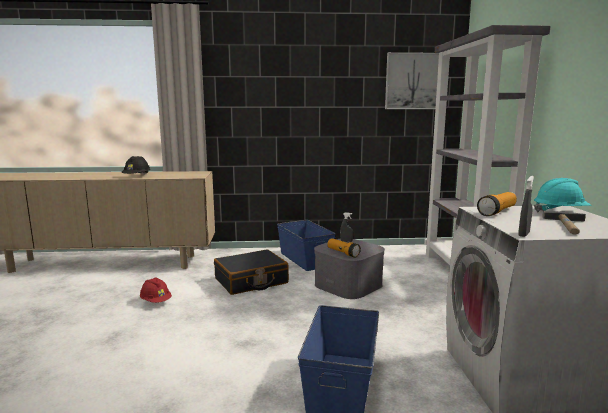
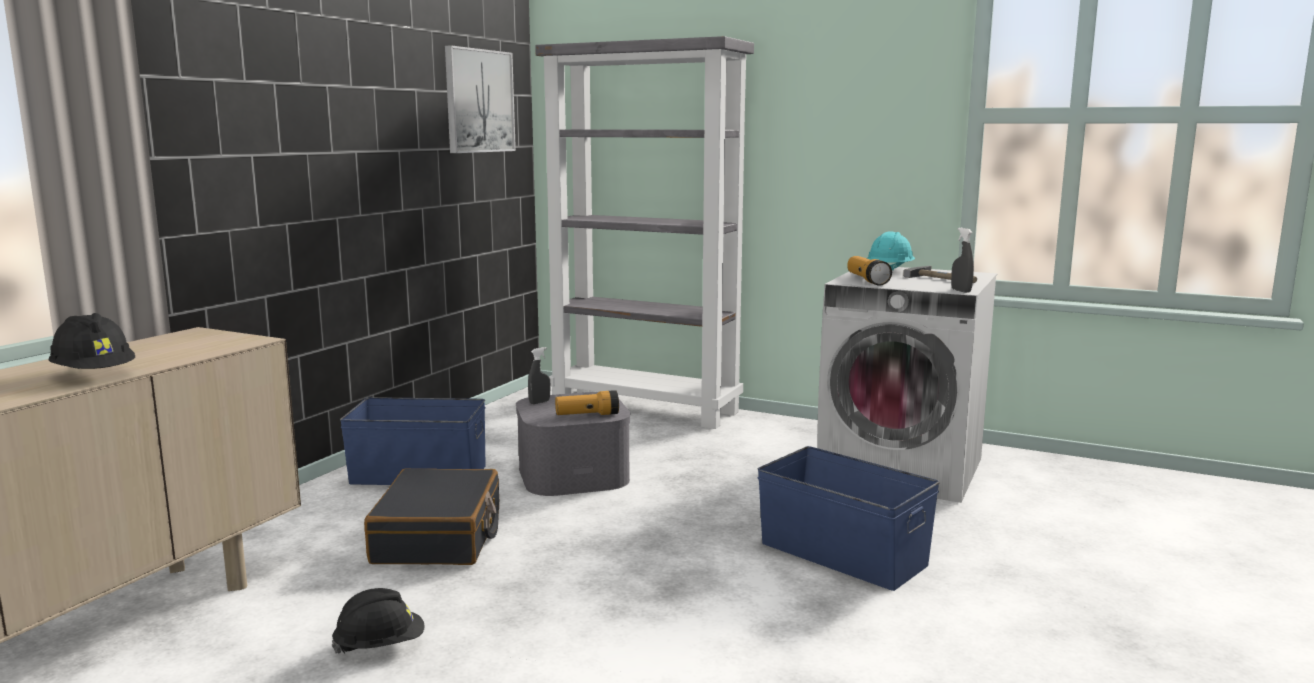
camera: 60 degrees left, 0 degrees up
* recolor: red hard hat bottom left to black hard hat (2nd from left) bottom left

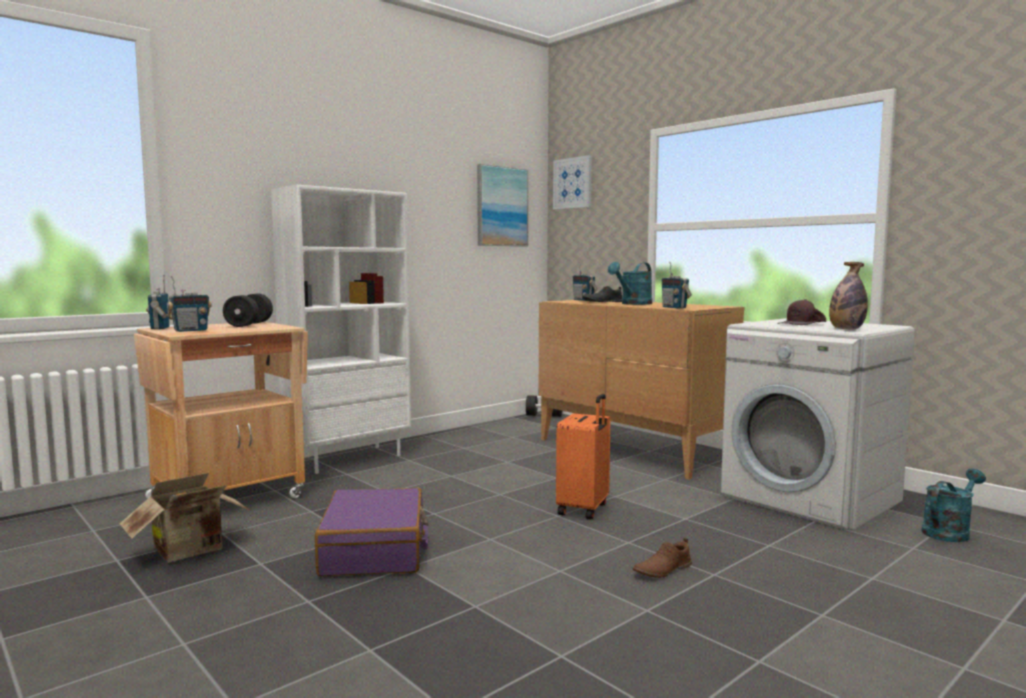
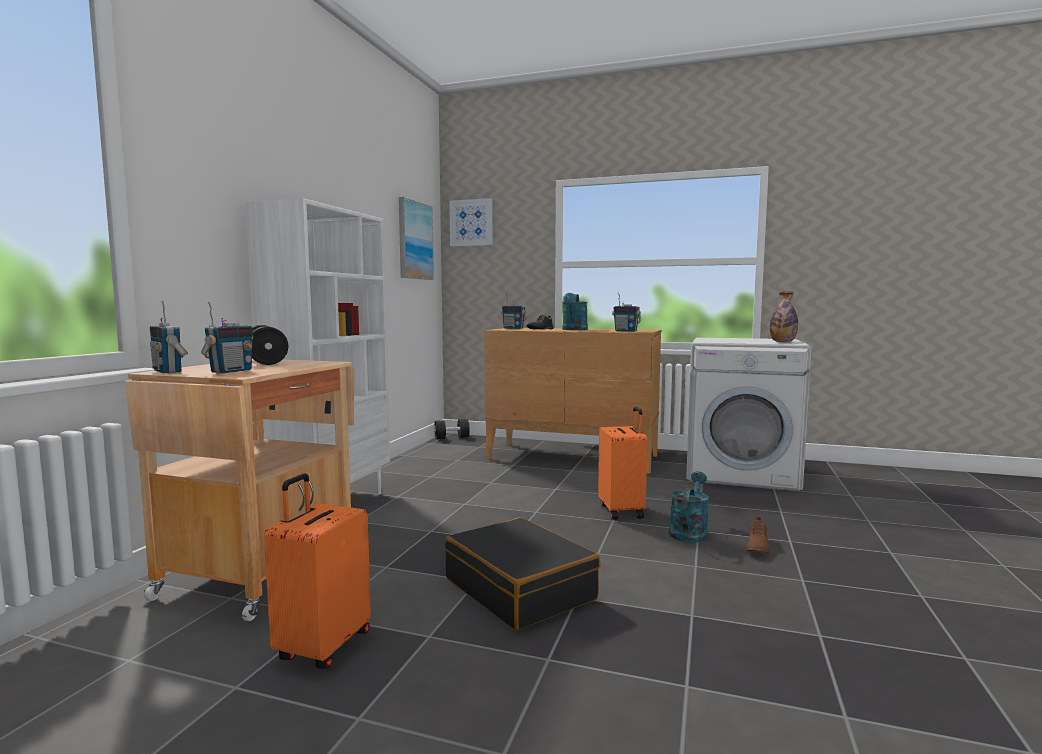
camera: 30 degrees left, 0 degrees up
* replace: cardboard box bottom left to orange suitcase (1st from left) bottom left
* recolor: purple suitcase bottom centre to black suitcase bottom centre
* move: turquoise watering can (2nd from left) bottom right to bottom centre
* delete: brown cap middle right

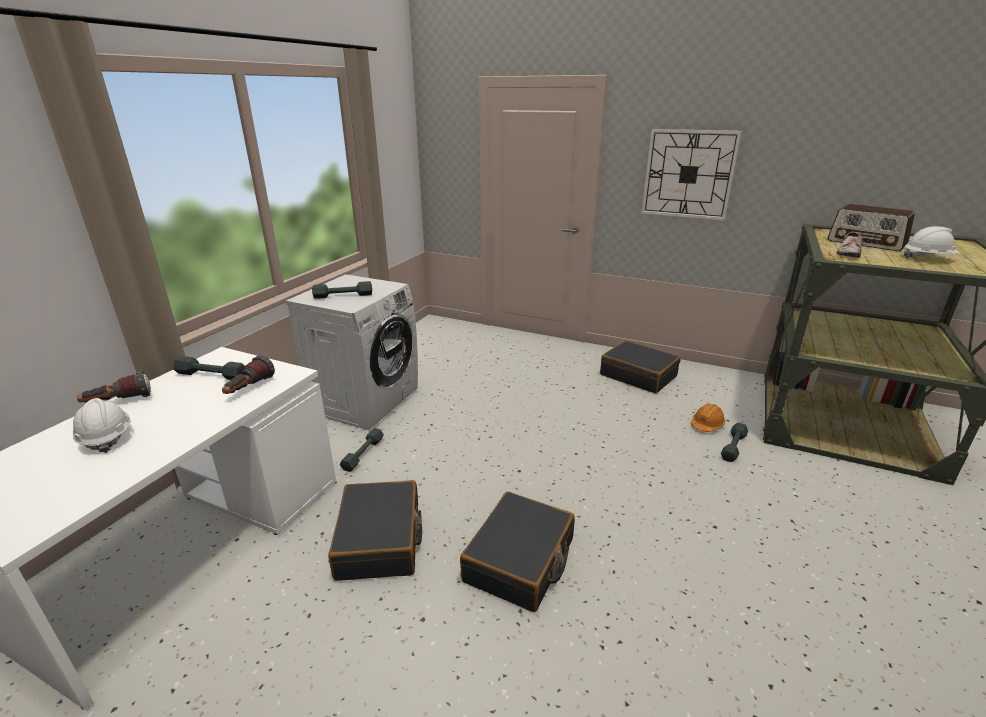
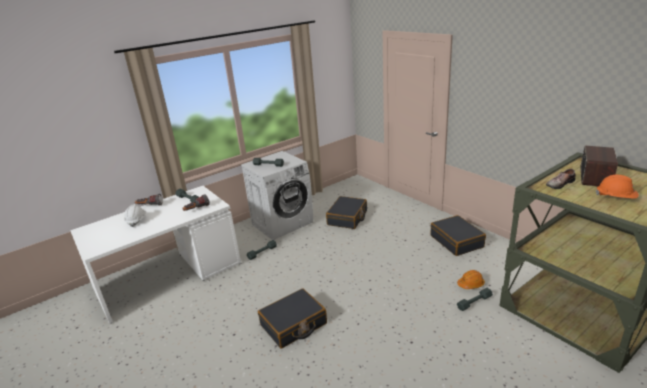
camera: 30 degrees right, 0 degrees up
* move: black suitcase (1st from left in the first image) bottom centre to black suitcase (2nd from left) centre
* rotate: radio top right = middle right 135 degrees counterclockwise
* recolor: white hard hat (2nd from left) middle right to orange hard hat (2nd from left) middle right
* delete: wall clock top right

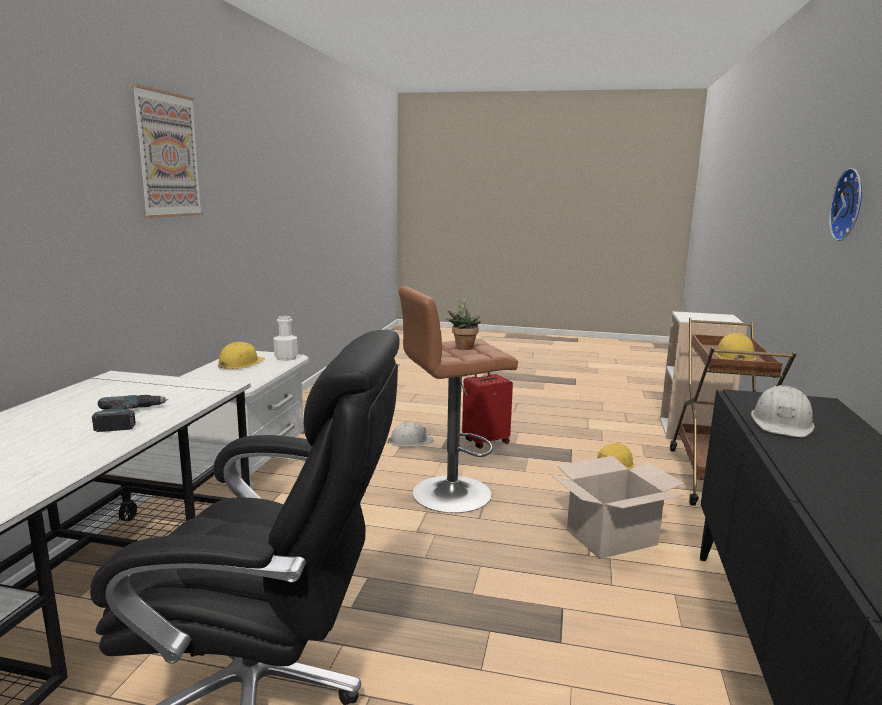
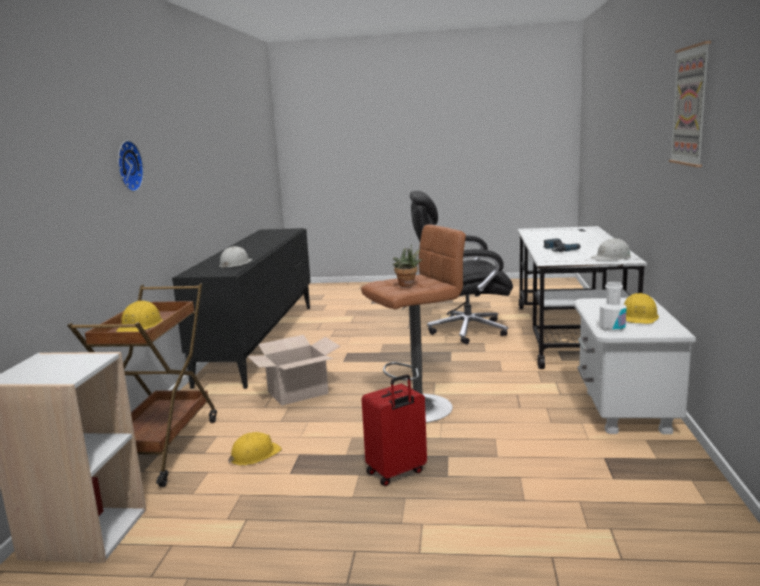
camera: 175 degrees right, 0 degrees up
* move: white hard hat (1st from left in the first image) centre to white hard hat (2nd from left) middle right

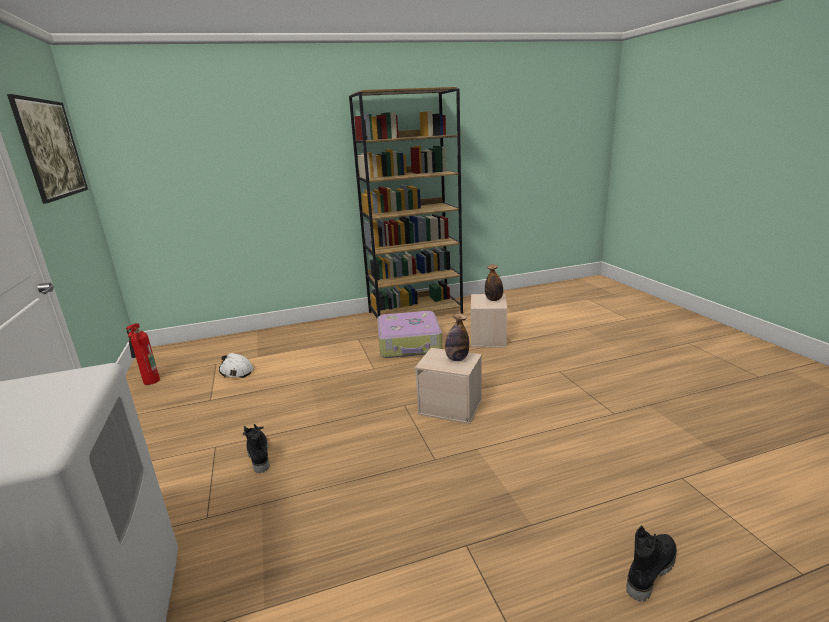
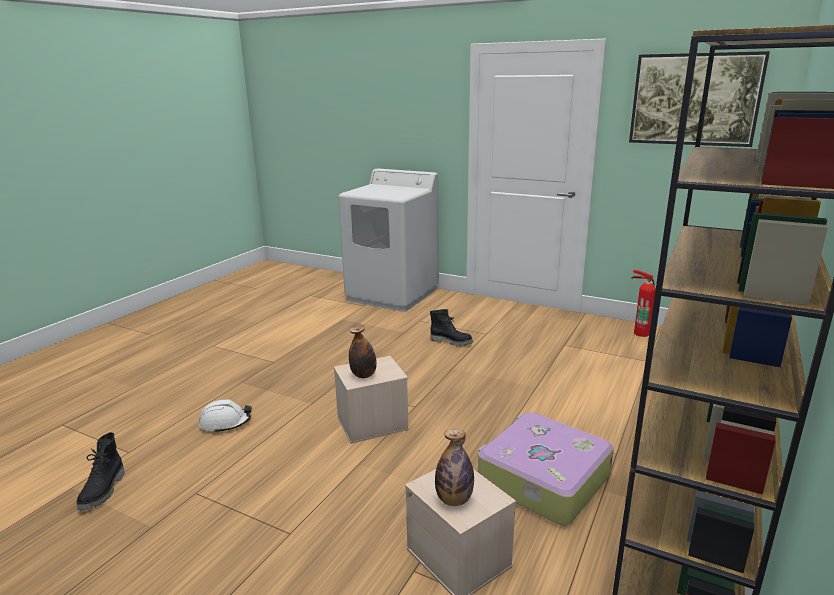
camera: 135 degrees right, 0 degrees up
* move: black boot (2nd from left in the first image) bottom right to black boot (1st from left) bottom left
* move: white hard hat middle left to bottom left

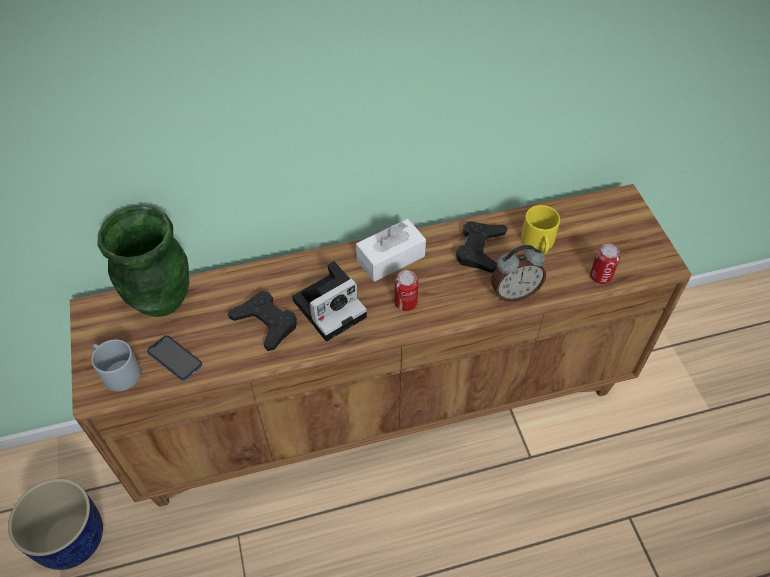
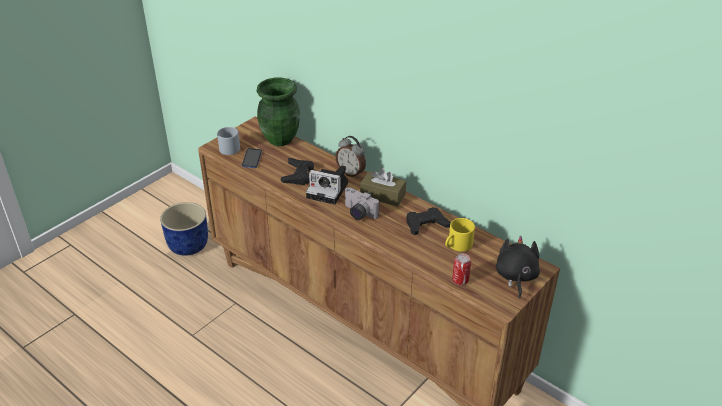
camera: 55 degrees right, 15 degrees down
* move: alarm clock middle right to centre
* replace: can (1st from left) centre to photo camera (2nd from left) centre
* recolor: white tissue box centre to brown tissue box centre
* insert: black plush toy middle right

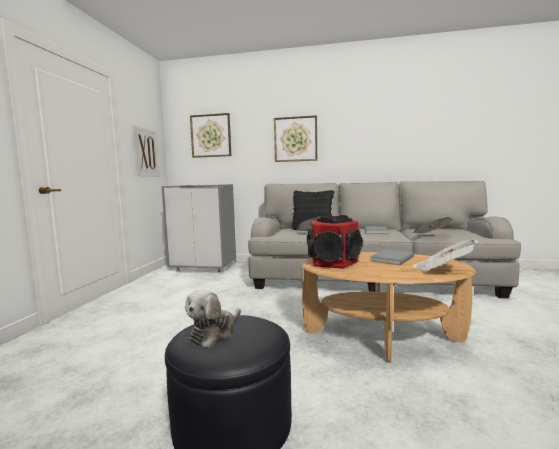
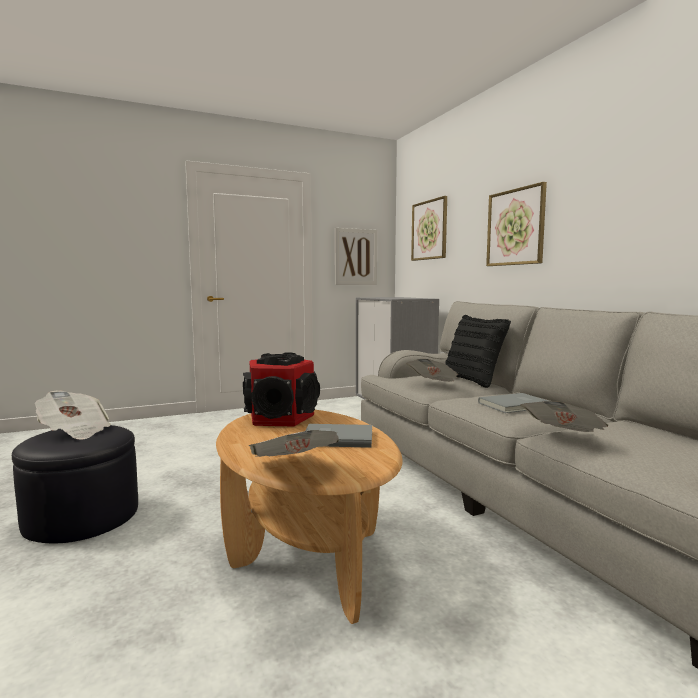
camera: 55 degrees right, 0 degrees up
* replace: plush toy bottom centre to newspaper (1st from left) middle left

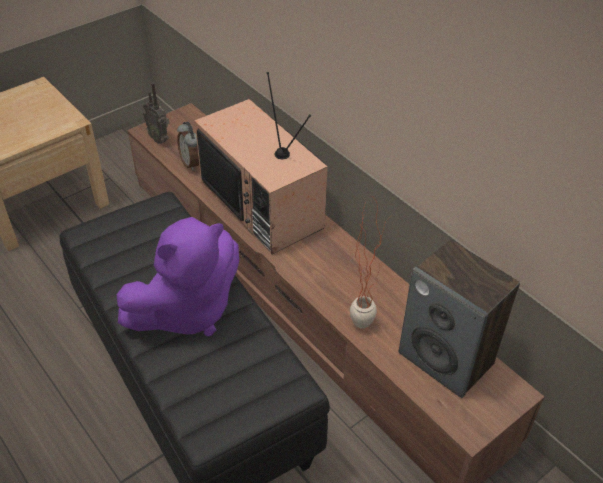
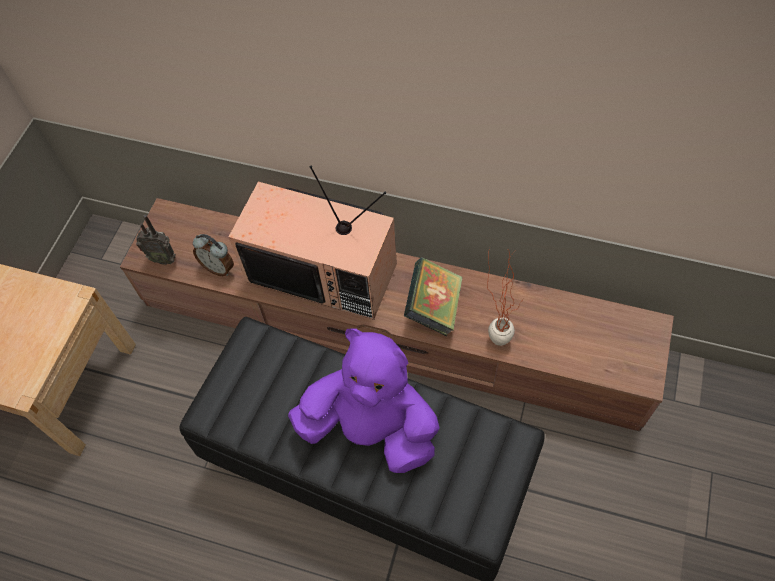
camera: 30 degrees left, 15 degrees up
* rotate: purple plush toy middle left = bottom centre 90 degrees counterclockwise
* insert: book centre
* delete: speaker middle right

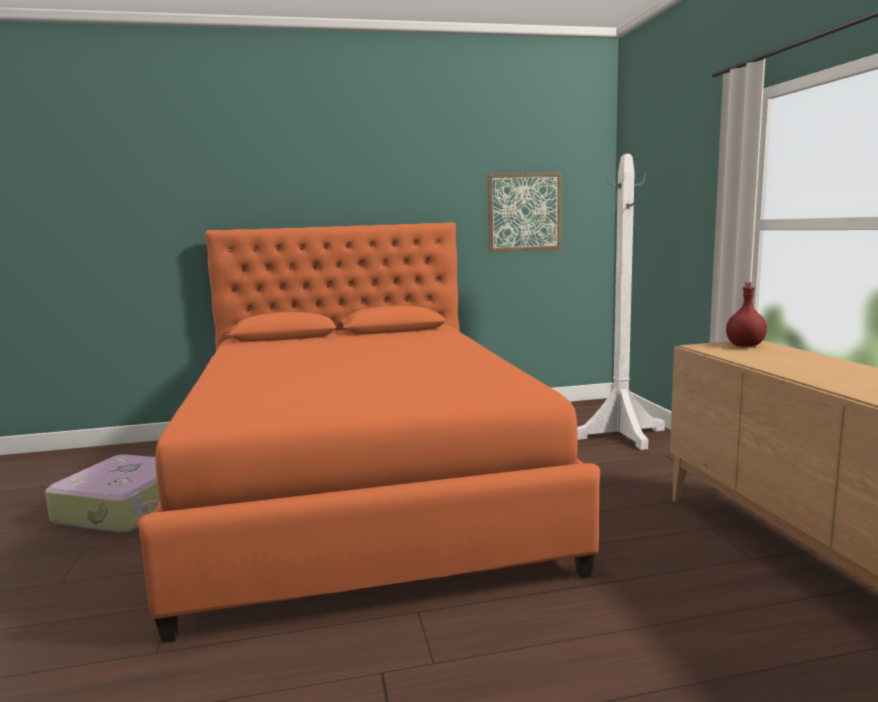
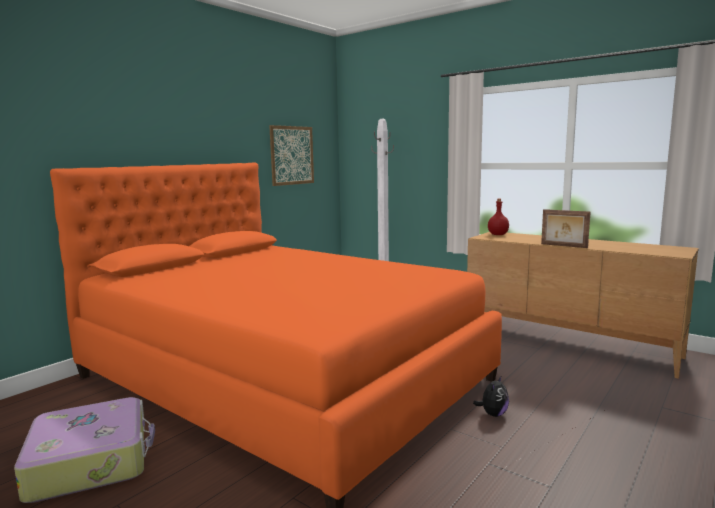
camera: 40 degrees left, 0 degrees up
* insert: plush toy bottom right
* insert: picture frame middle right

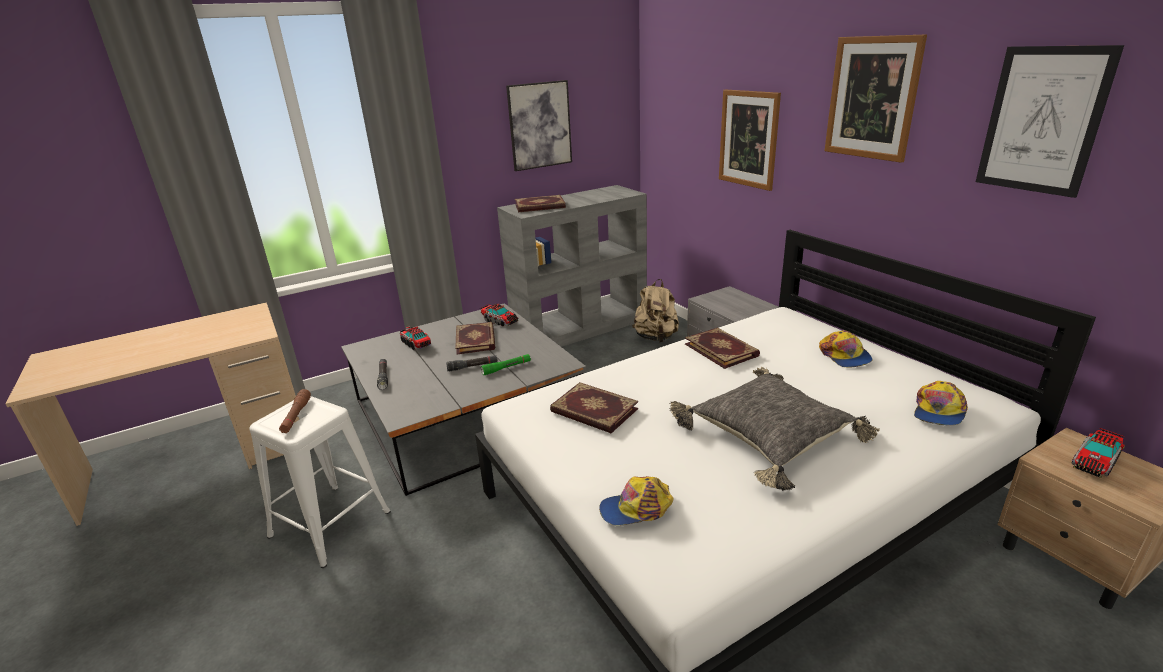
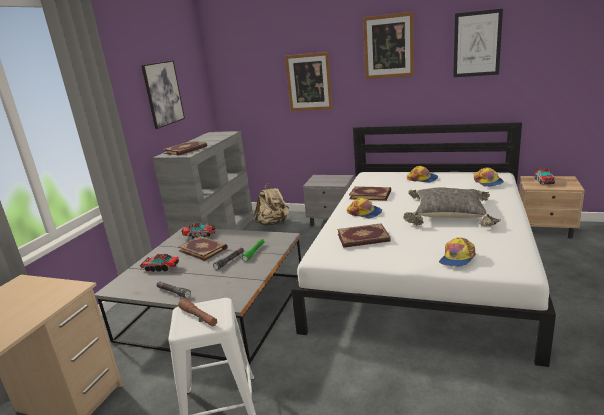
camera: 40 degrees left, 5 degrees down
* insert: cap (1st from left) centre

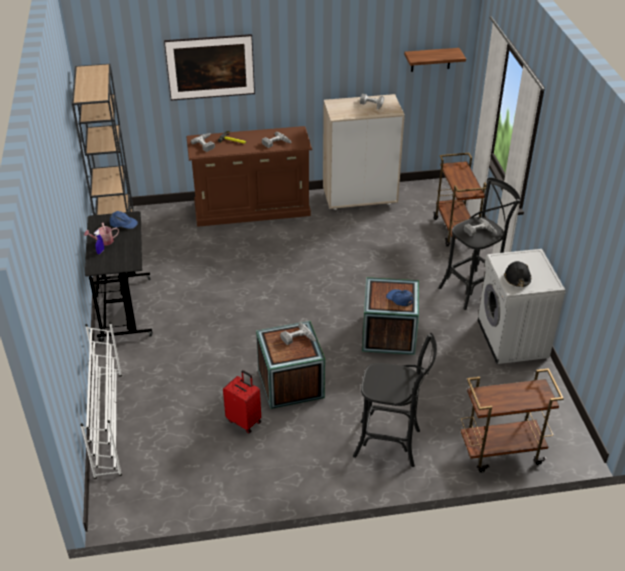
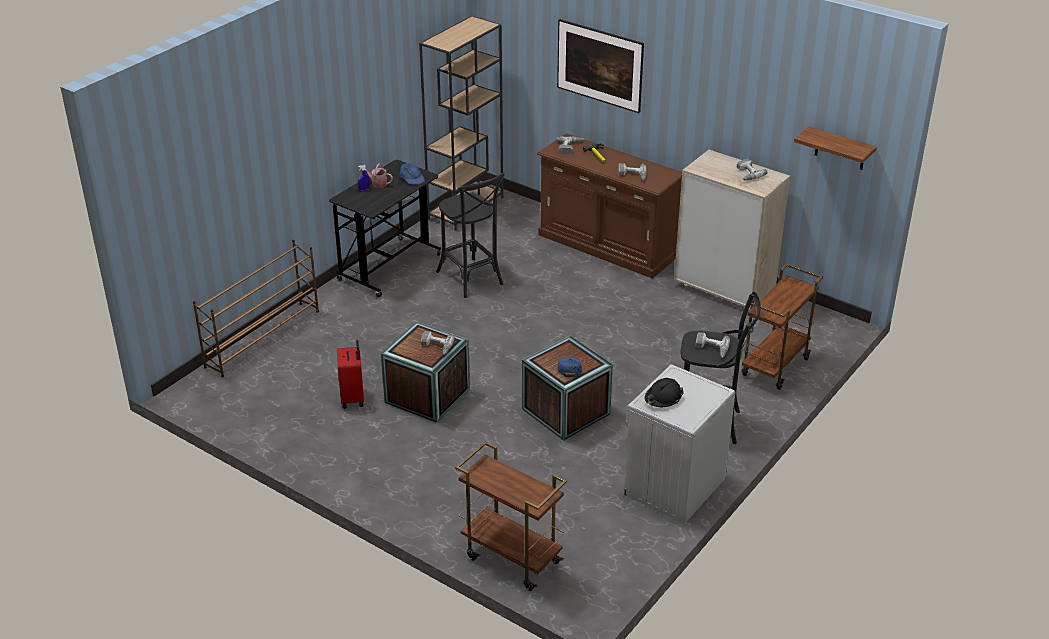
camera: 45 degrees right, 5 degrees down
* recolor: white shoe rack bottom left to brown shoe rack middle left
* move: black stool (1st from left) bottom centre to centre

